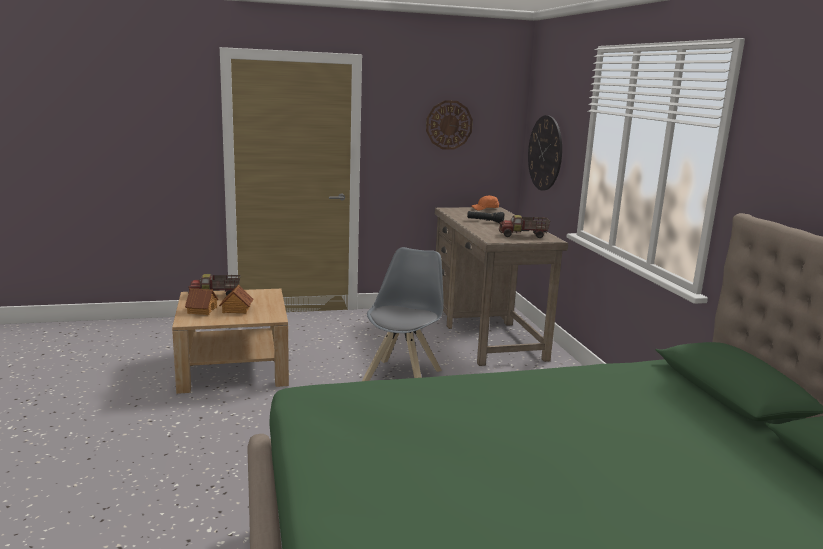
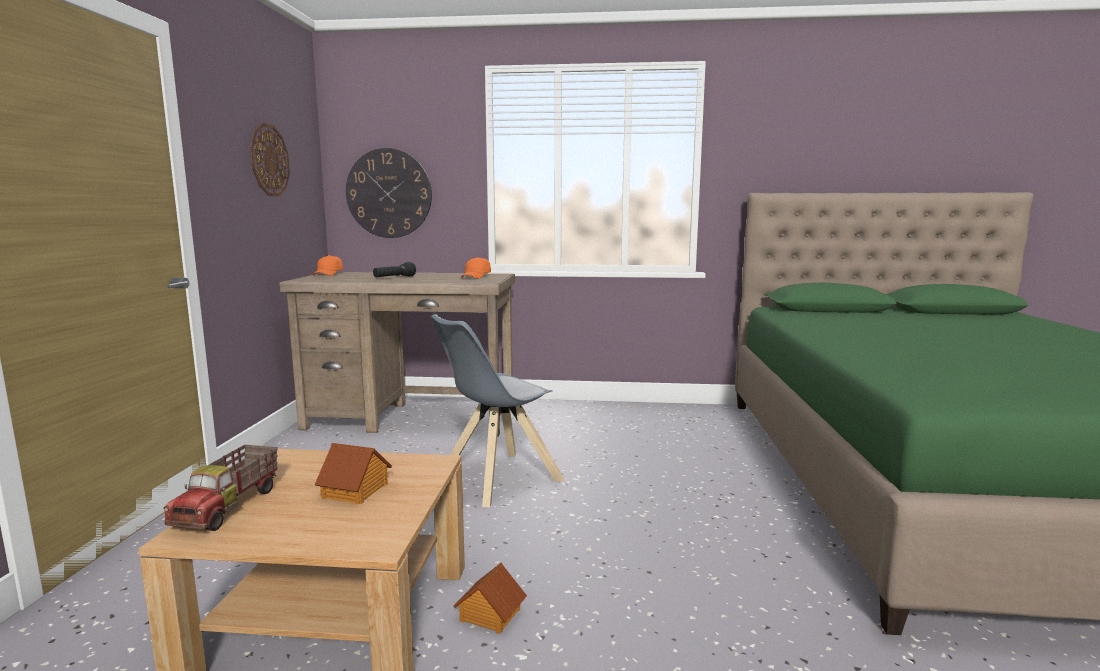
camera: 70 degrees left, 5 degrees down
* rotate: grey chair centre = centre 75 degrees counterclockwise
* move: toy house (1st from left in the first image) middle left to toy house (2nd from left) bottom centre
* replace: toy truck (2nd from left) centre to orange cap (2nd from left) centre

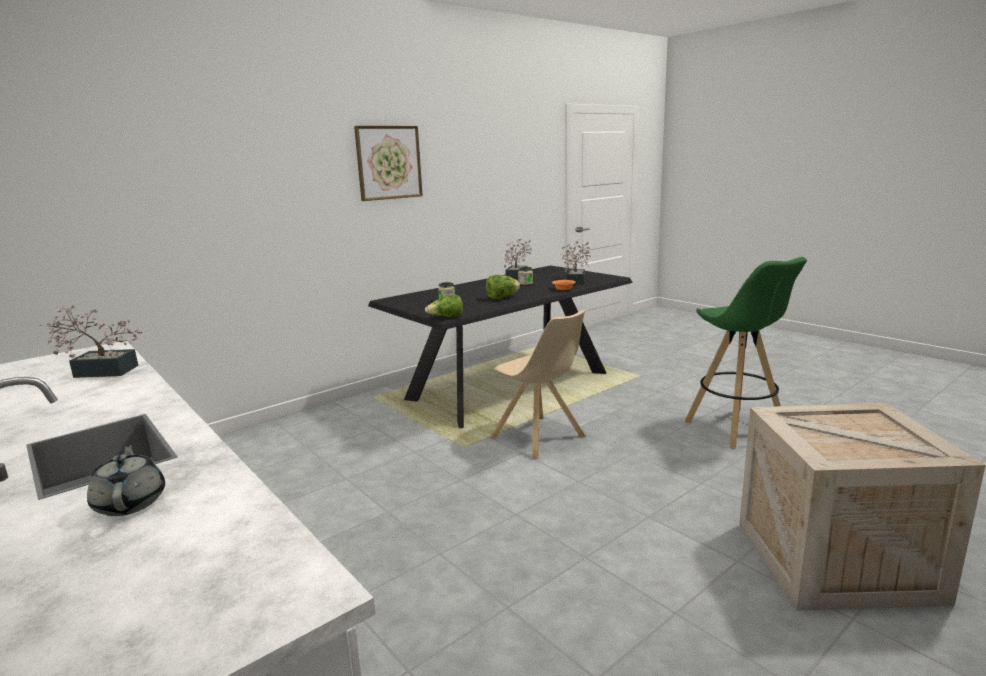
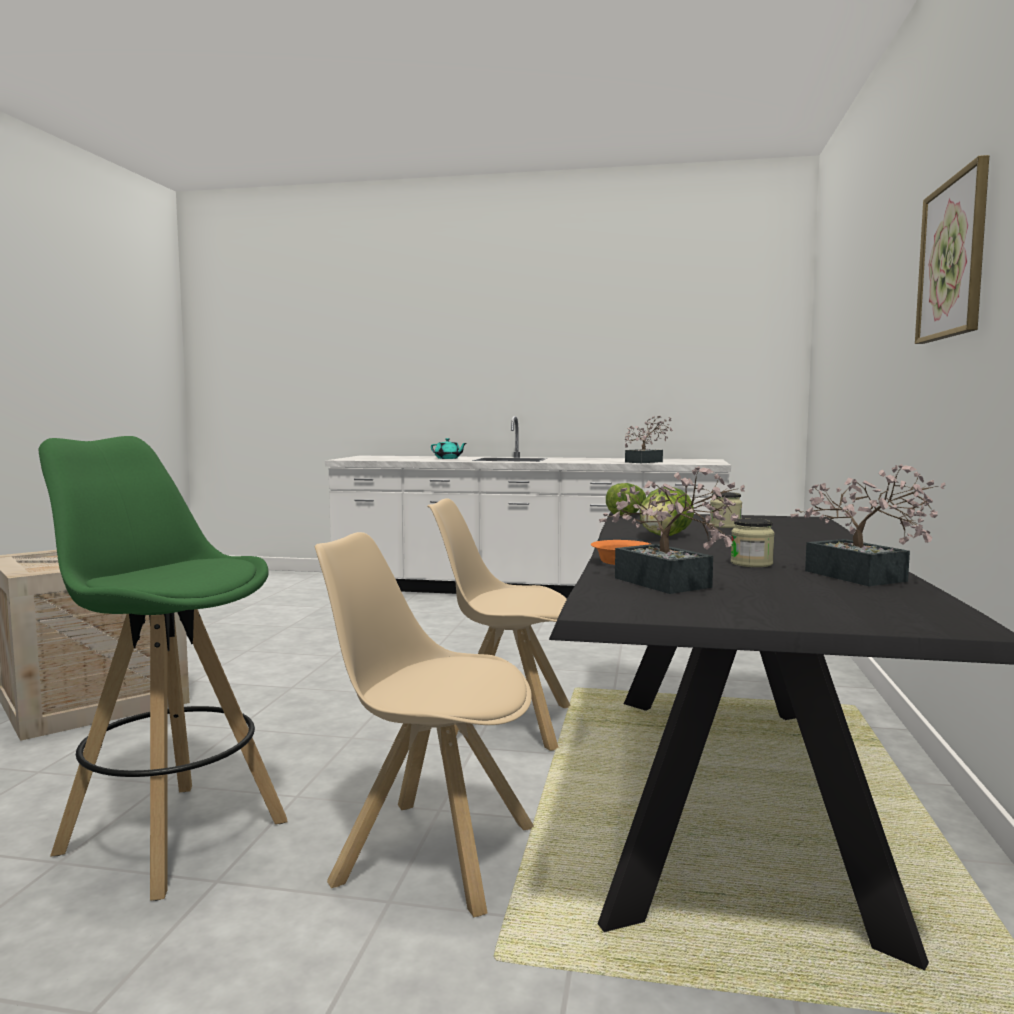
camera: 140 degrees right, 10 degrees down
* insert: beige chair (1st from left) bottom centre
* recolor: grey teapot bottom left to turquoise teapot centre

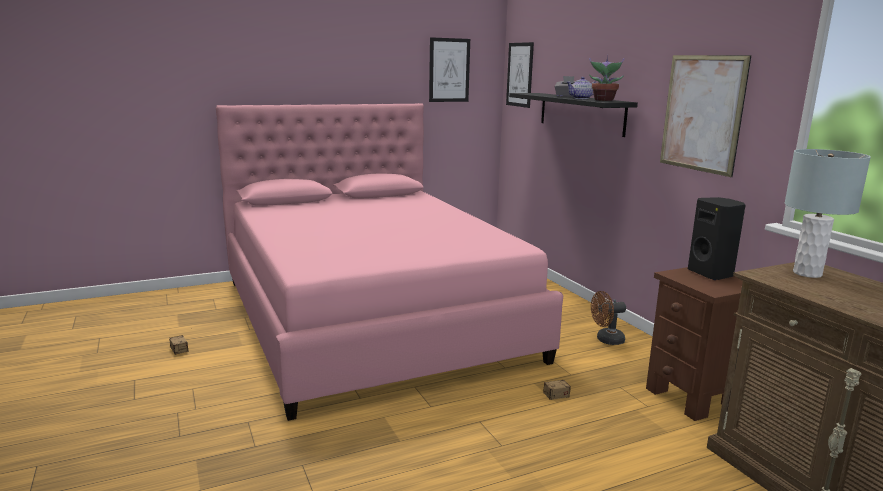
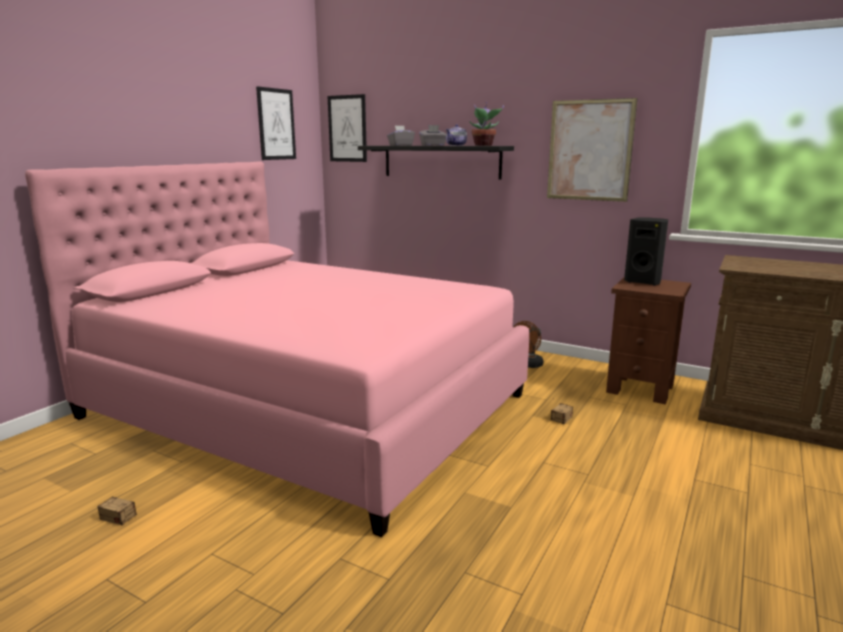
camera: 35 degrees left, 0 degrees up
* insert: grey tissue box (1st from left) top centre
* delete: grey table lamp middle right

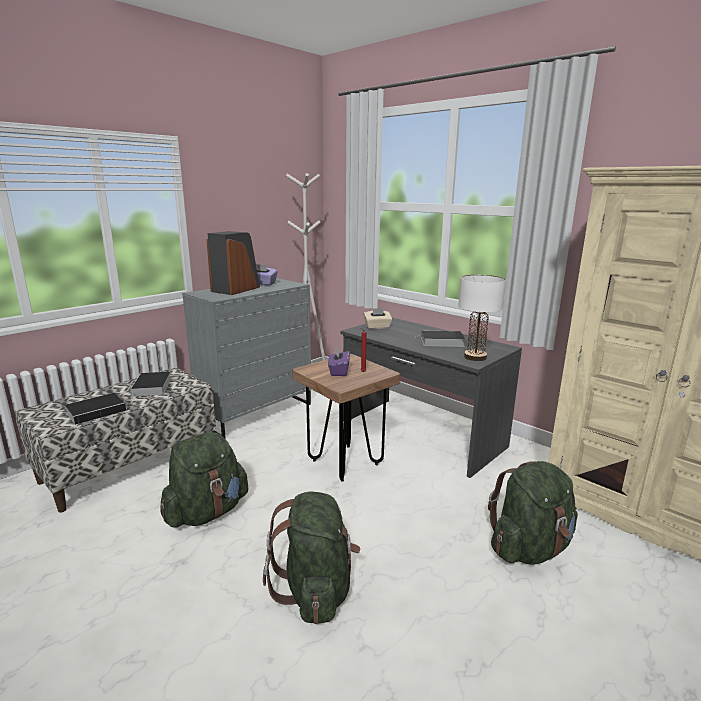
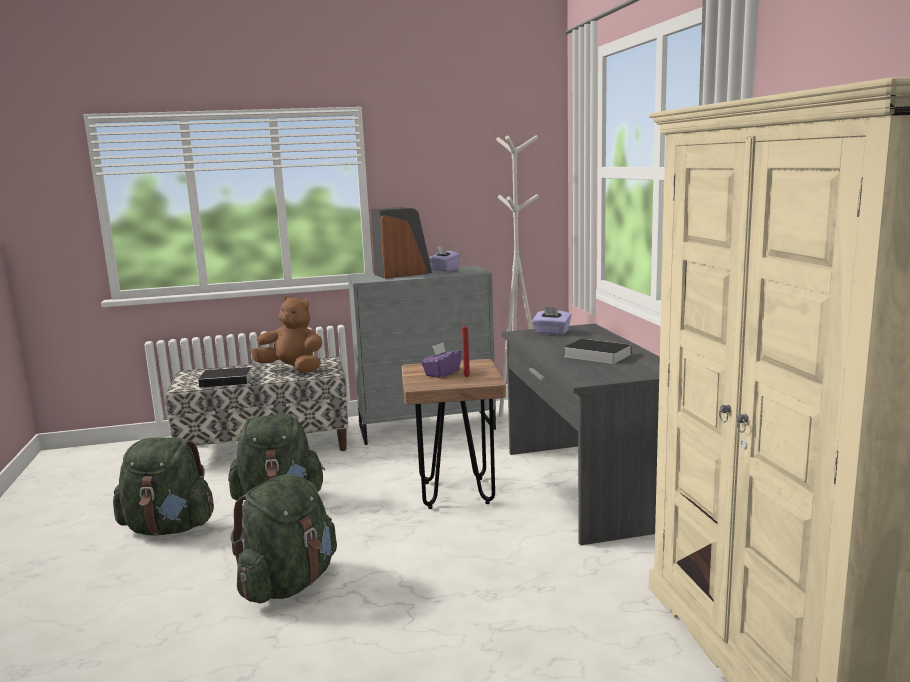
camera: 35 degrees right, 5 degrees down
* move: green backpack (3rd from left in the first image) bottom right to green backpack (1st from left) bottom left
* replace: book (2nd from left) middle left to brown plush toy middle left
* recolor: beige tissue box centre to purple tissue box (3rd from left) centre
* delete: table lamp middle right

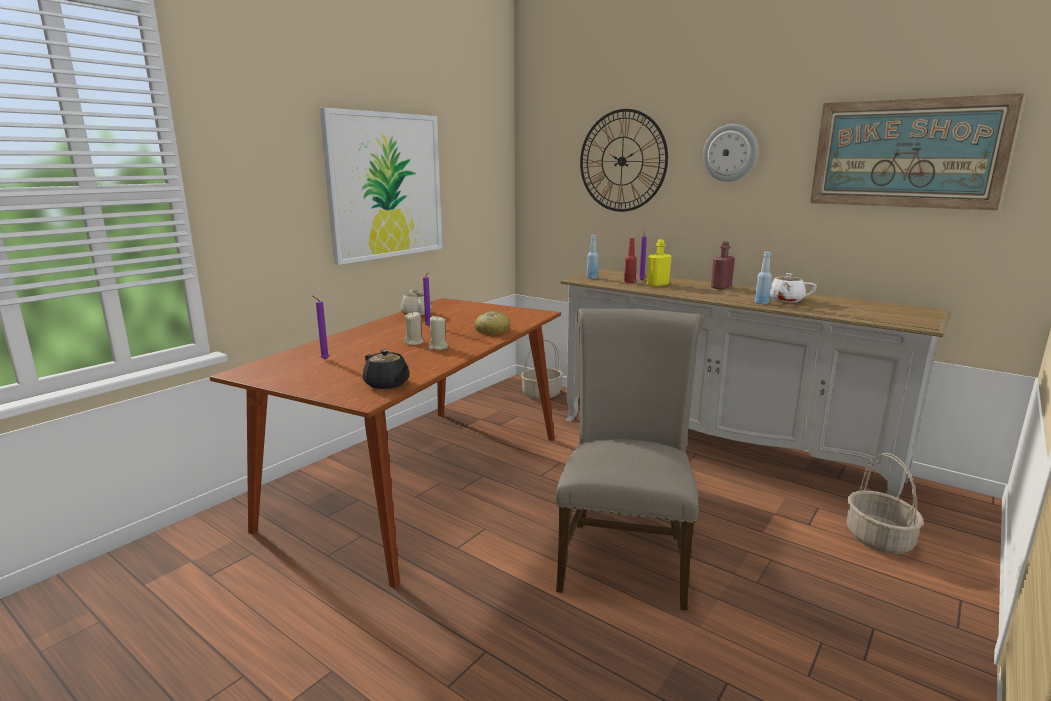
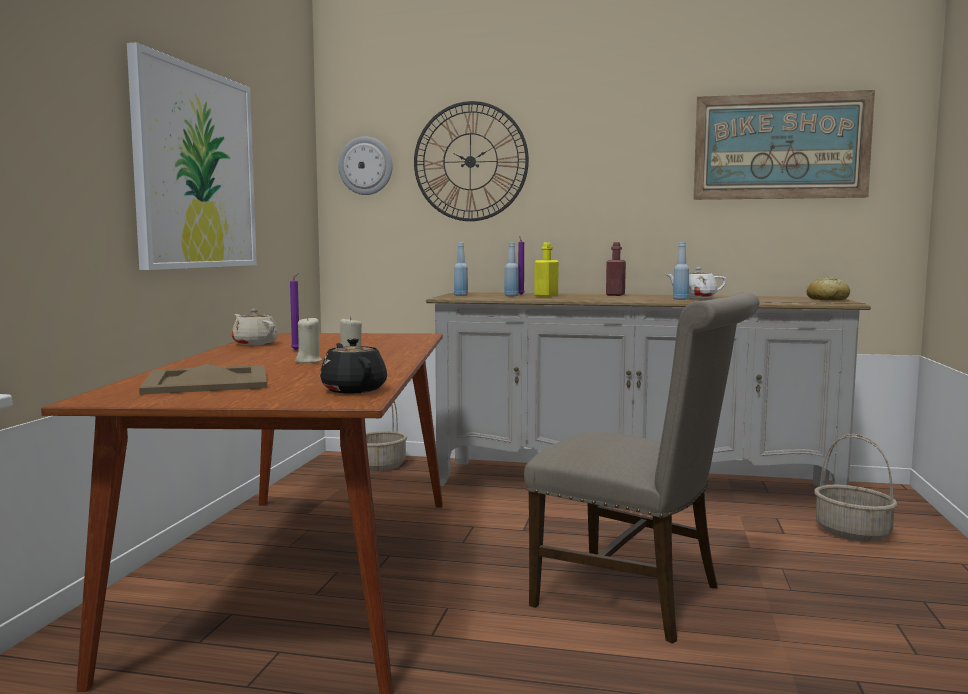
camera: 25 degrees left, 10 degrees down
* replace: purple candle (1st from left) middle left to beige tray middle left
* rotate: black teapot centre = centre 135 degrees counterclockwise
* move: wall clock (2nd from left in the first image) top right to wall clock (1st from left) top centre
* recolor: red bottle (1st from left) centre to blue bottle (2nd from left) centre
* rotate: beige chair centre = bottom centre 135 degrees clockwise
* move: bread centre to middle right

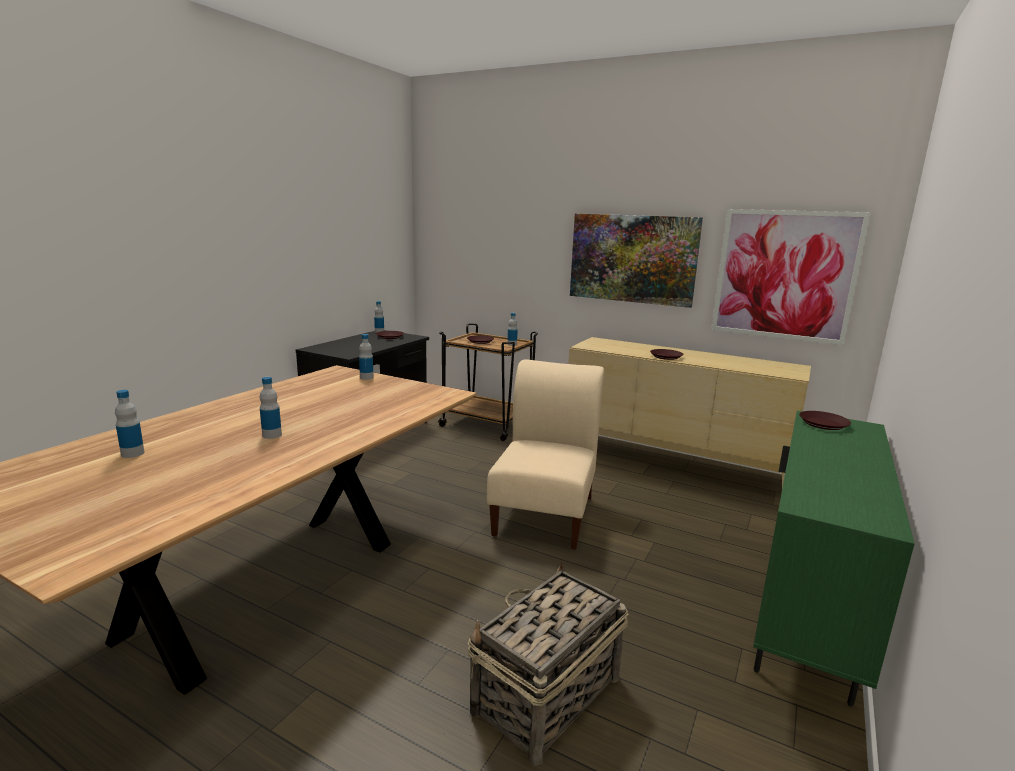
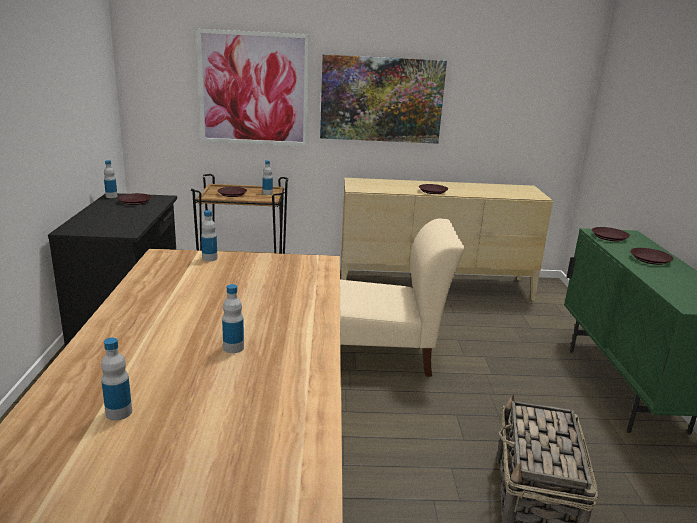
camera: 30 degrees left, 5 degrees up
* move: picture (2nd from left in the first image) middle right to picture (1st from left) top centre
* rotate: beige chair centre = centre 105 degrees clockwise
* insert: brown plate (5th from left) middle right

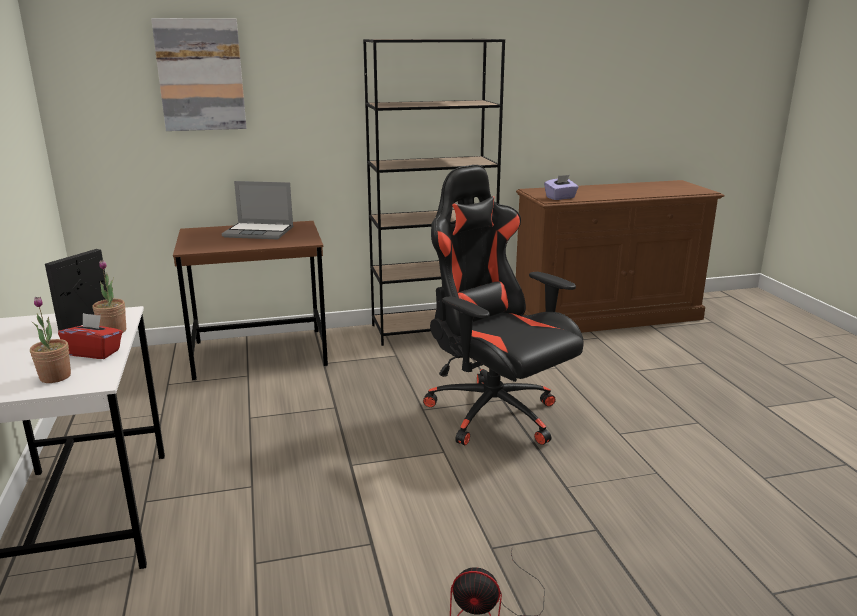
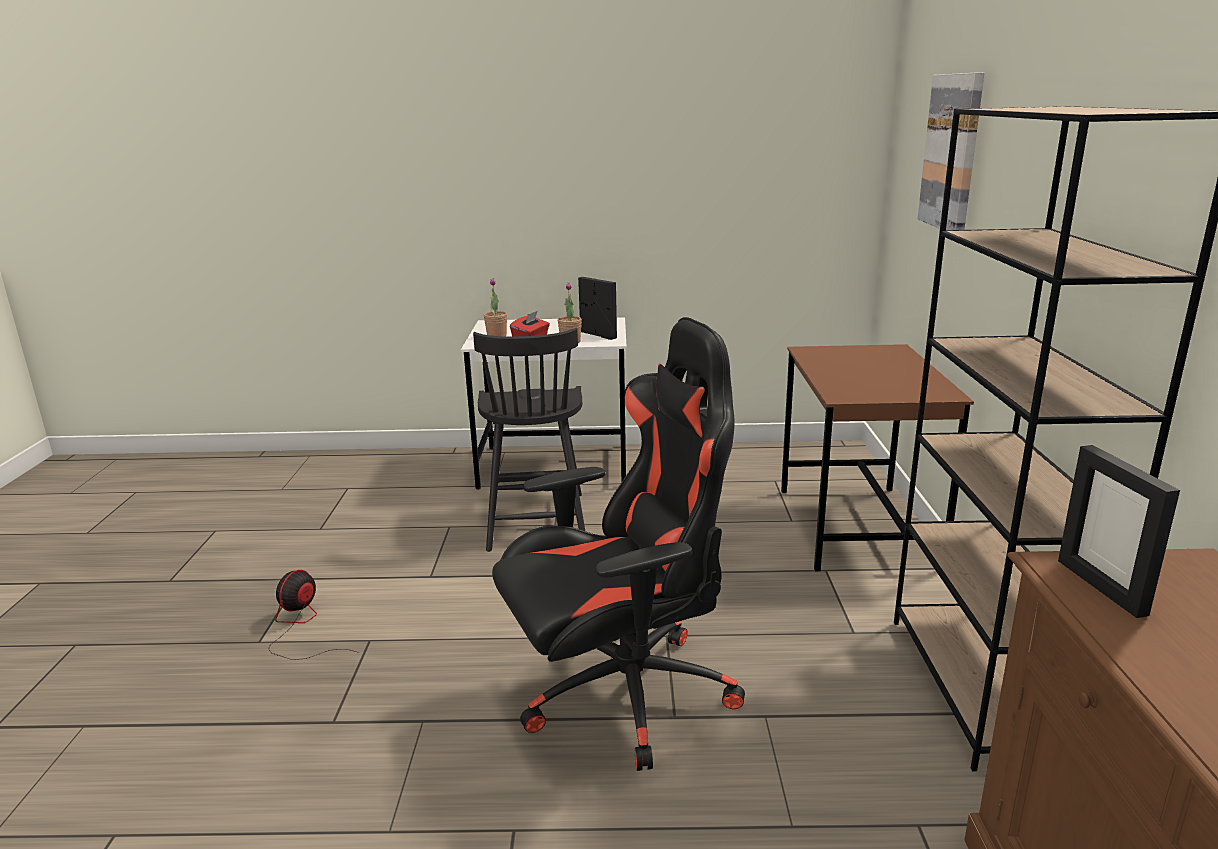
camera: 105 degrees right, 0 degrees up
* insert: black chair centre
* replace: purple tissue box top centre to picture frame (2nd from left) middle right
* delete: laptop middle left

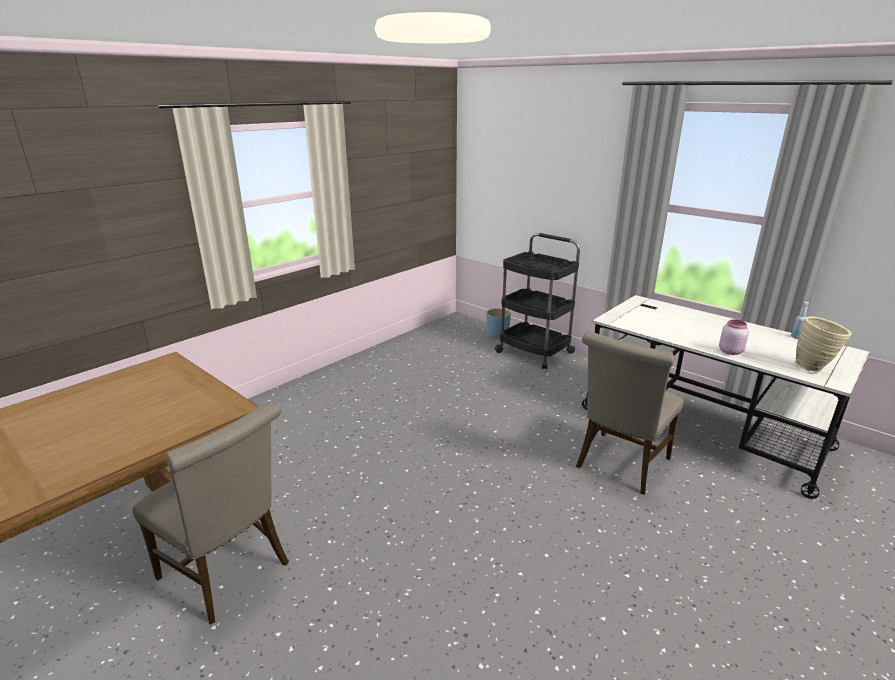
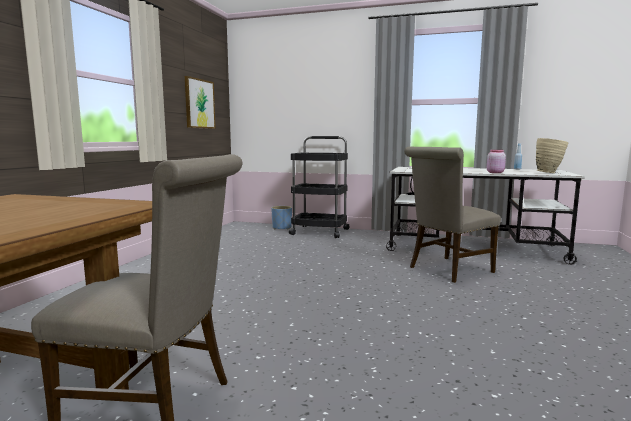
camera: 25 degrees left, 15 degrees down
* insert: picture top left
* rotate: beige chair (2nd from left) middle right = middle right 45 degrees clockwise

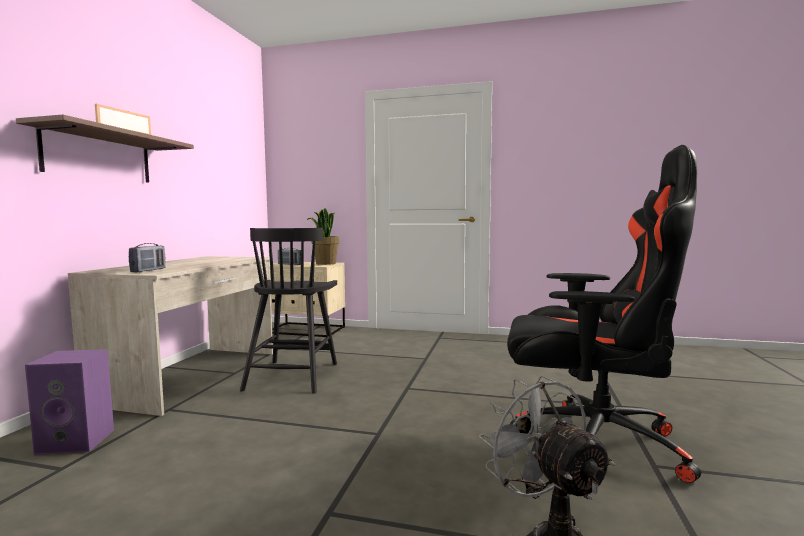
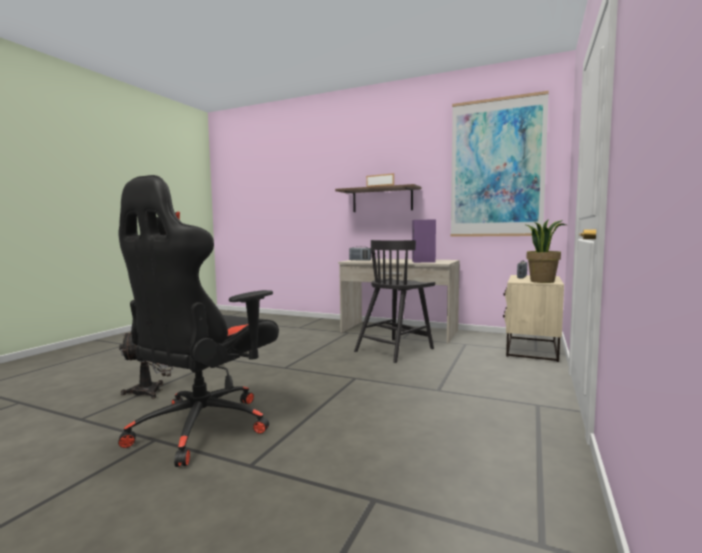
camera: 100 degrees right, 0 degrees up
* rotate: black chair centre = centre 60 degrees counterclockwise
* move: purple speaker bottom left to centre
* insert: picture top right

